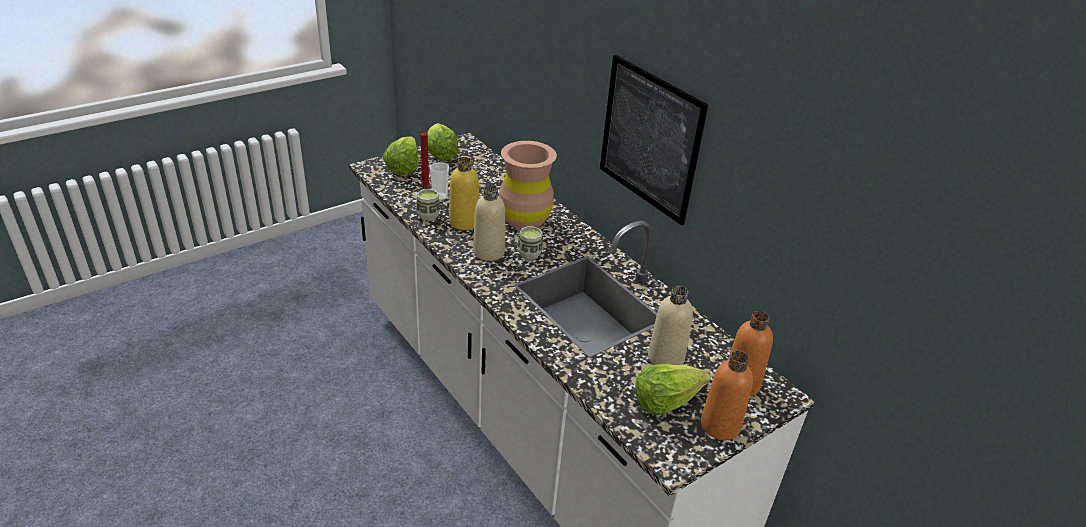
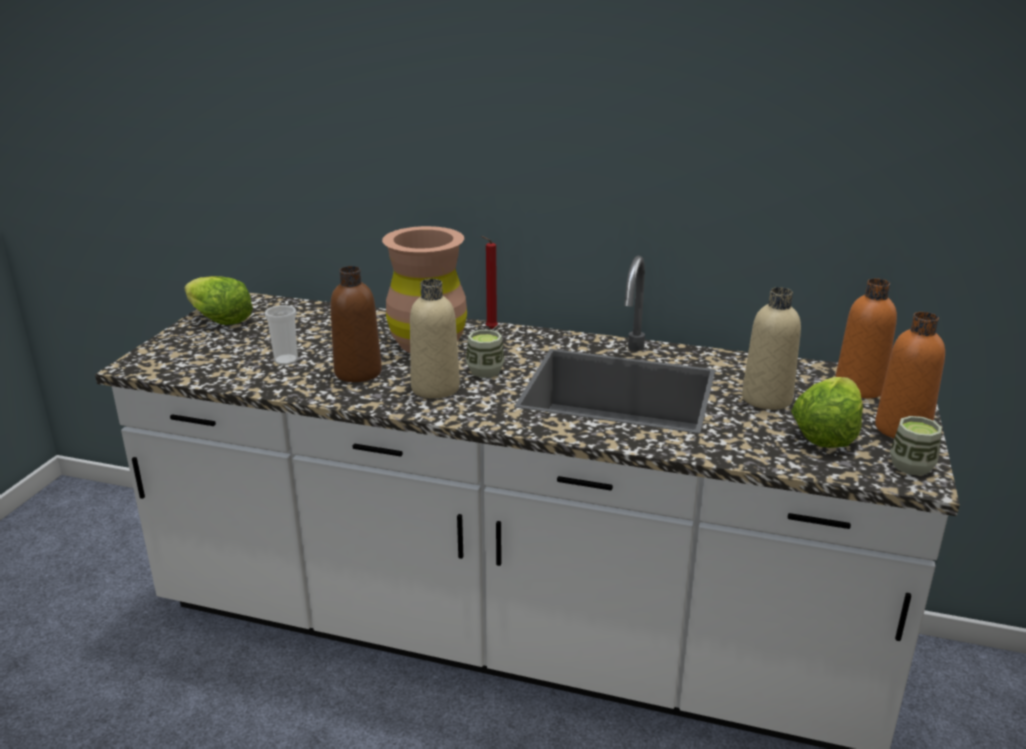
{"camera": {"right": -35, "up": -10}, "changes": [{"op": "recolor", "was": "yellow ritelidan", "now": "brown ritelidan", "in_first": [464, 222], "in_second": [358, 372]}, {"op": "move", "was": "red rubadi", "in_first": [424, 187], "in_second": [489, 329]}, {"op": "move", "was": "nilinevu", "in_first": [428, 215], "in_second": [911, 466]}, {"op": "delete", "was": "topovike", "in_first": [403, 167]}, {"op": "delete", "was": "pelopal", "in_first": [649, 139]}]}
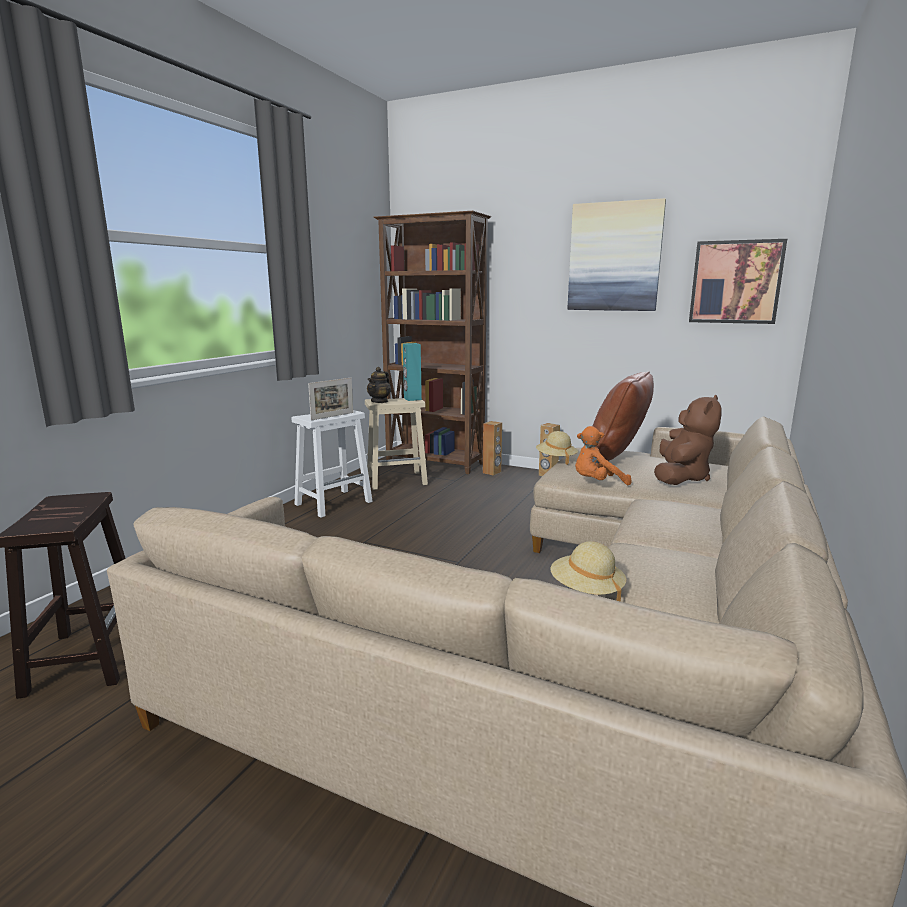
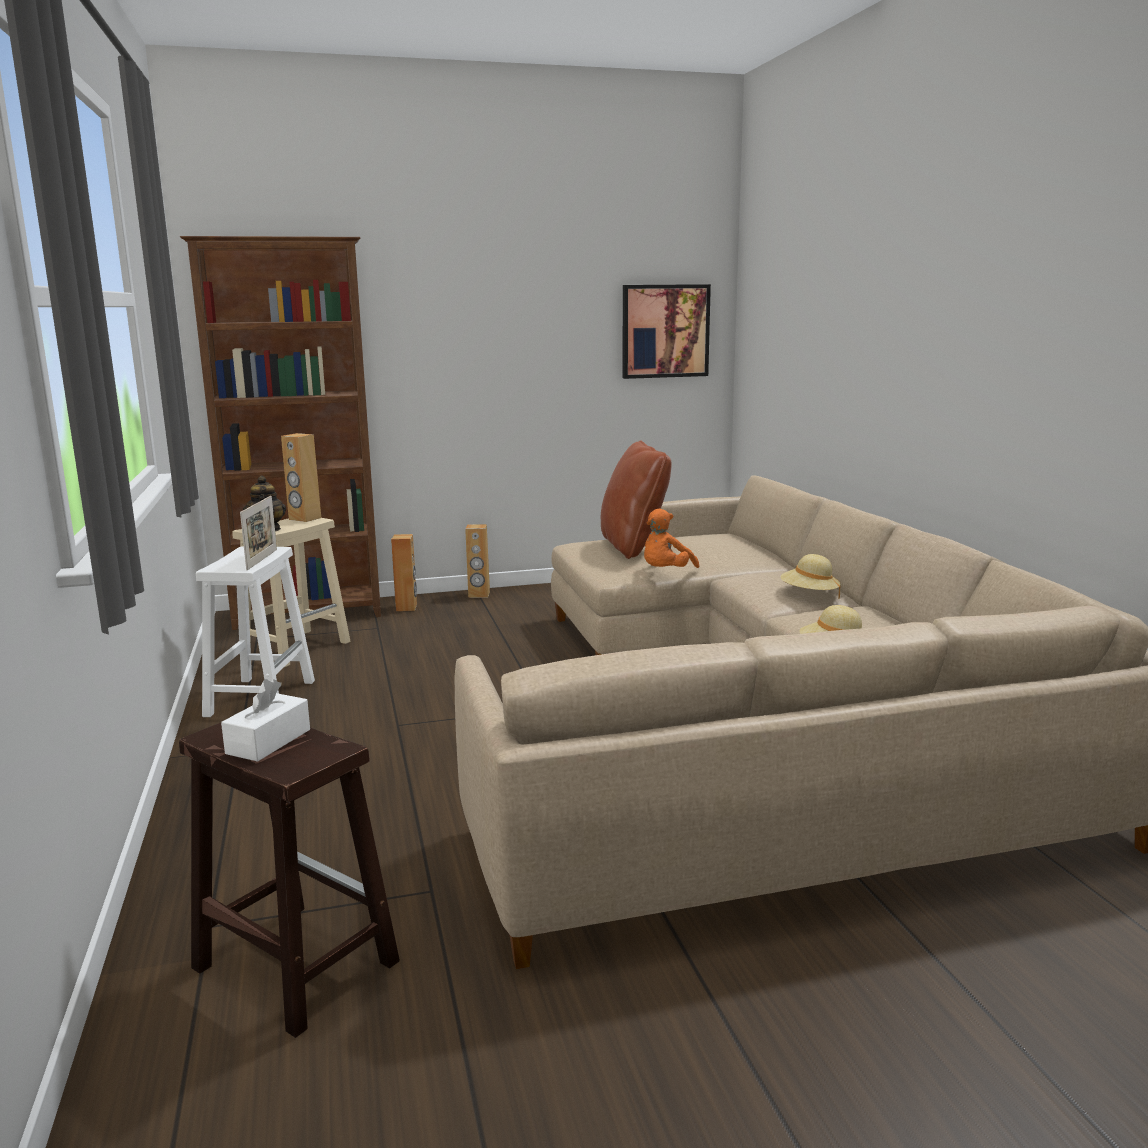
{"camera": {"right": -40, "up": 0}, "changes": [{"op": "insert", "now": "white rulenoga", "in_second": [268, 741]}, {"op": "recolor", "was": "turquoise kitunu", "now": "brown kitunu", "in_first": [412, 399], "in_second": [304, 519]}, {"op": "move", "was": "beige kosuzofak", "in_first": [556, 459], "in_second": [809, 594]}, {"op": "delete", "was": "pelopal", "in_first": [614, 257]}, {"op": "delete", "was": "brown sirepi", "in_first": [681, 478]}]}
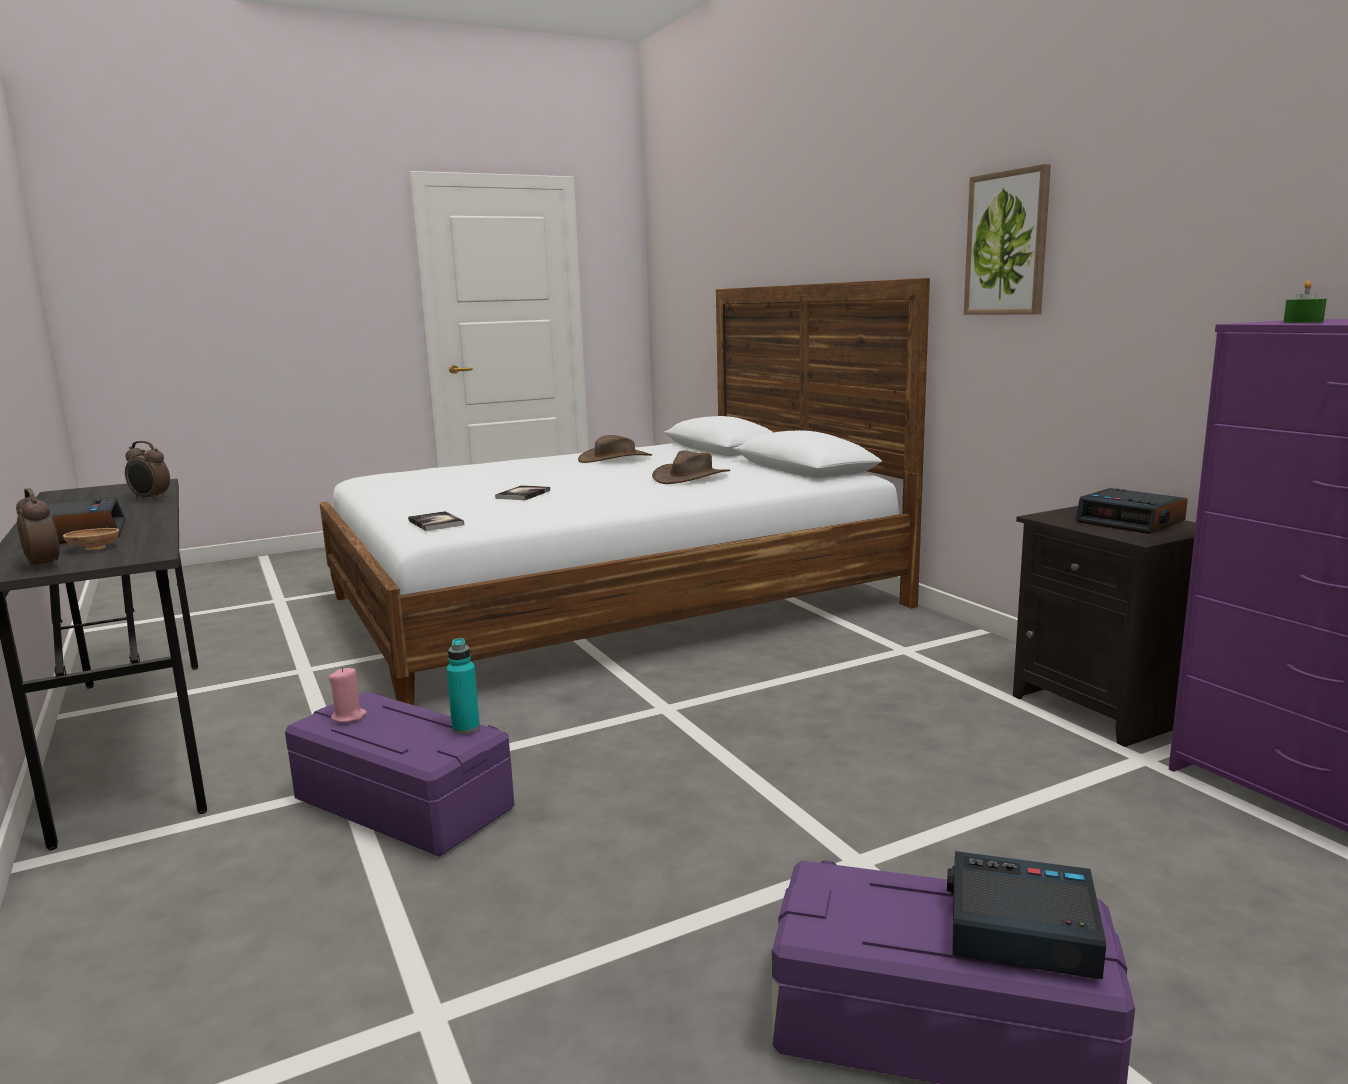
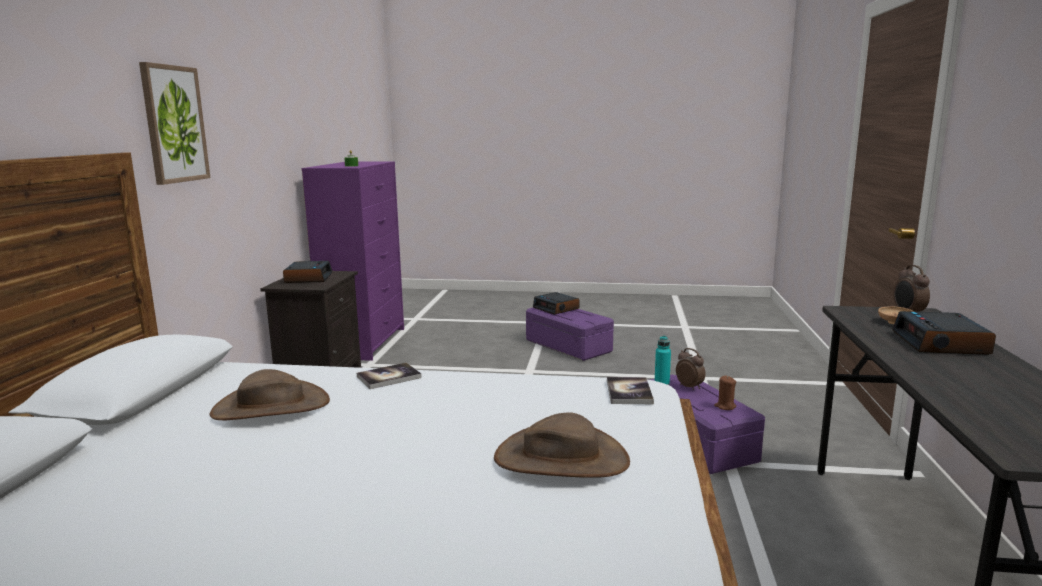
{"camera": {"right": -145, "up": 0}, "changes": [{"op": "move", "was": "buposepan", "in_first": [523, 494], "in_second": [389, 377]}, {"op": "move", "was": "brown kosuzofak", "in_first": [615, 458], "in_second": [561, 459]}, {"op": "move", "was": "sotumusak", "in_first": [150, 499], "in_second": [689, 387]}, {"op": "recolor", "was": "pink rubadi", "now": "brown rubadi", "in_first": [349, 716], "in_second": [725, 406]}]}
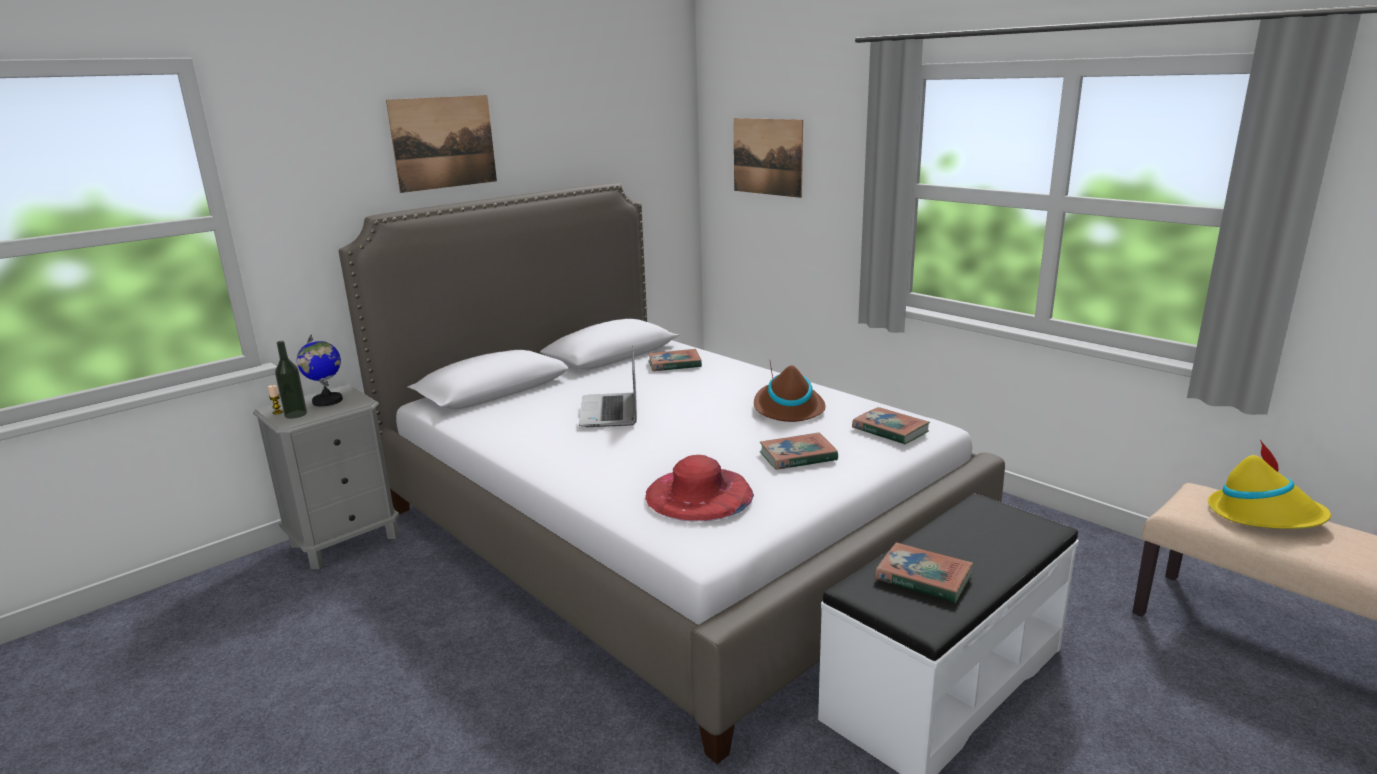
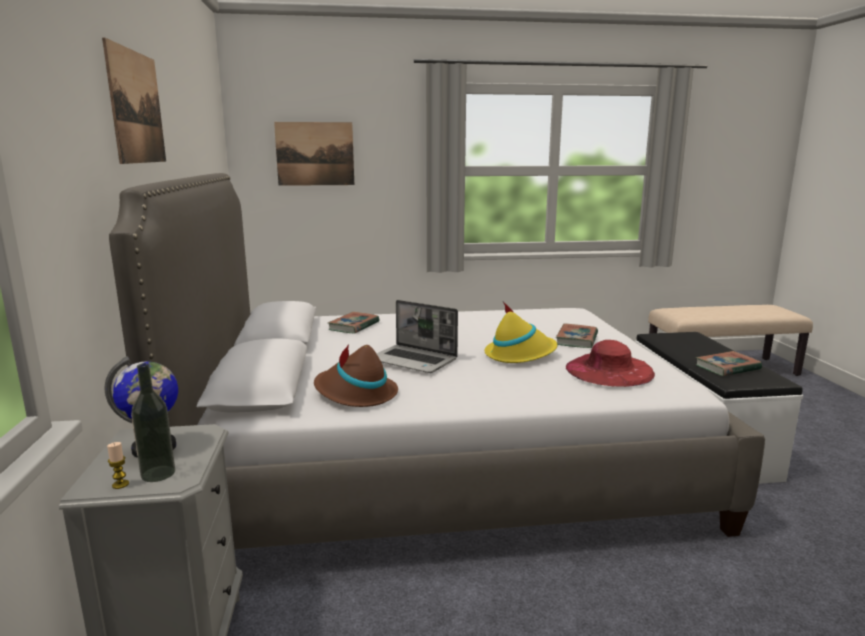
{"camera": {"right": -55, "up": -5}, "changes": [{"op": "move", "was": "brown kosuzofak", "in_first": [788, 408], "in_second": [355, 394]}, {"op": "move", "was": "yellow kosuzofak", "in_first": [1264, 515], "in_second": [520, 354]}, {"op": "delete", "was": "buposepan", "in_first": [890, 430]}]}
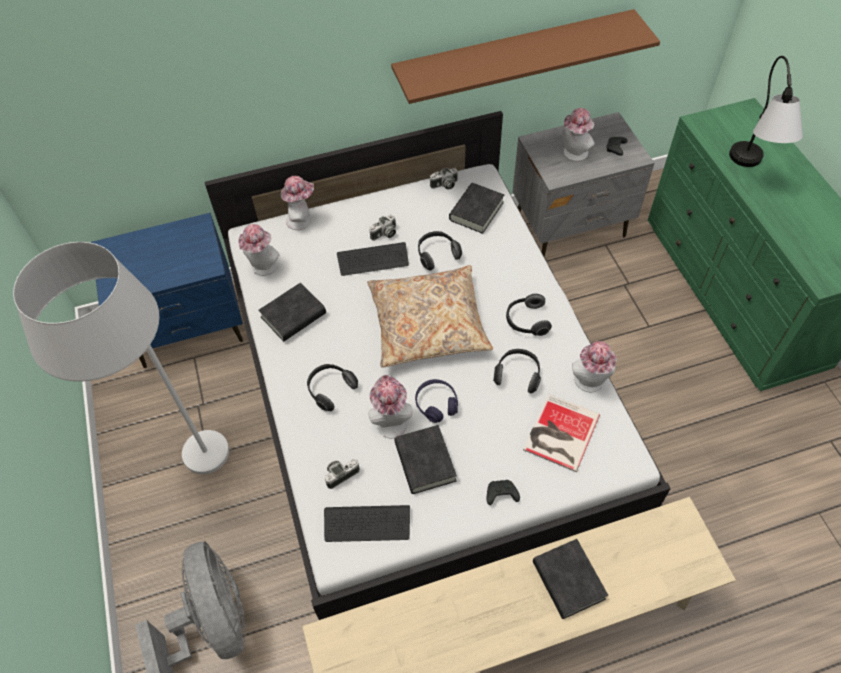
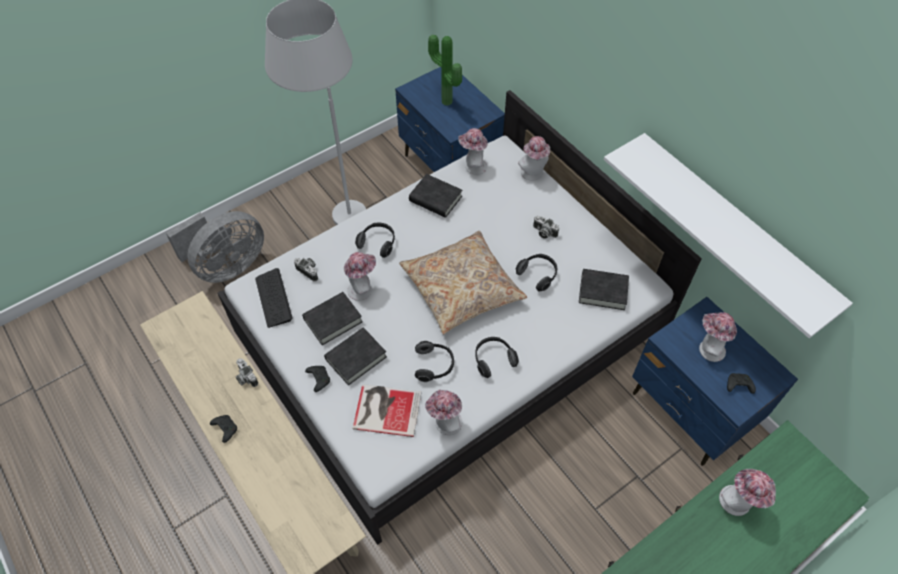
{"camera": {"right": 70, "up": 0}, "changes": [{"op": "insert", "now": "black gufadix", "in_second": [225, 429]}, {"op": "move", "was": "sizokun", "in_first": [444, 185], "in_second": [245, 377]}, {"op": "move", "was": "black buposepan", "in_first": [568, 580], "in_second": [356, 358]}, {"op": "insert", "now": "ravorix", "in_second": [445, 103]}, {"op": "recolor", "was": "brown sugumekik", "now": "white sugumekik", "in_first": [514, 56], "in_second": [732, 226]}, {"op": "recolor", "was": "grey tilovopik", "now": "blue tilovopik", "in_first": [571, 225], "in_second": [690, 411]}, {"op": "replace", "was": "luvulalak", "now": "kosuzofak", "in_first": [751, 171], "in_second": [737, 504]}, {"op": "delete", "was": "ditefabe", "in_first": [373, 260]}, {"op": "delete", "was": "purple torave", "in_first": [436, 404]}]}
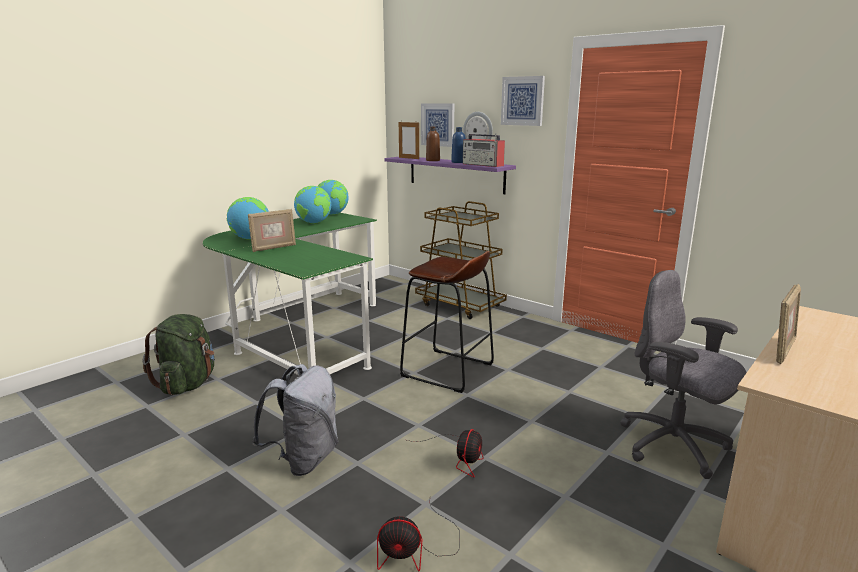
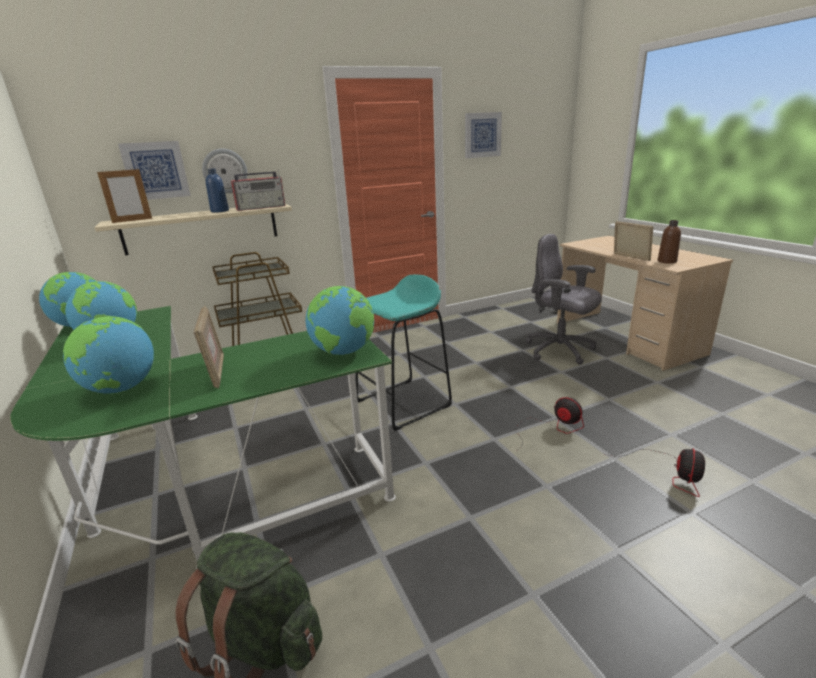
{"camera": {"right": -65, "up": 5}, "changes": [{"op": "recolor", "was": "purple sugumekik", "now": "beige sugumekik", "in_first": [455, 174], "in_second": [202, 228]}, {"op": "insert", "now": "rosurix", "in_second": [344, 352]}, {"op": "recolor", "was": "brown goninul", "now": "turquoise goninul", "in_first": [447, 370], "in_second": [403, 403]}, {"op": "move", "was": "pelopal", "in_first": [522, 101], "in_second": [482, 135]}, {"op": "rotate", "was": "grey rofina", "in_first": [674, 446], "in_second": [560, 350], "clockwise": 60}, {"op": "move", "was": "brown ritelidan", "in_first": [433, 160], "in_second": [667, 261]}, {"op": "delete", "was": "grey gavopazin", "in_first": [304, 459]}]}
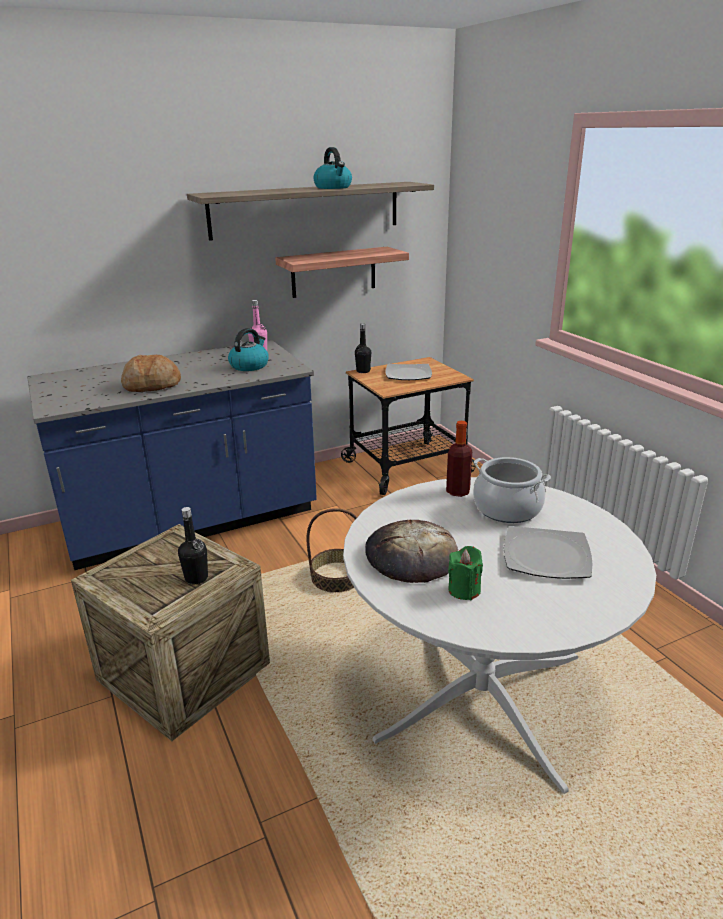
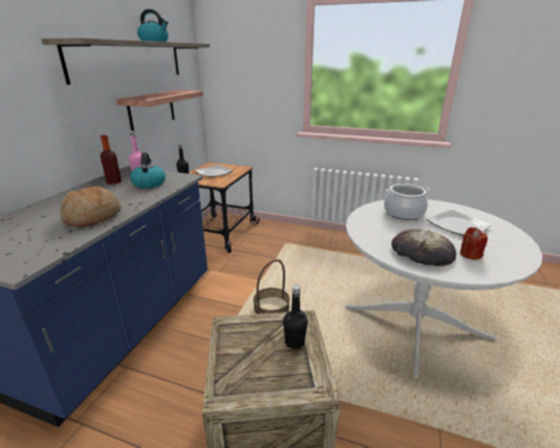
{"camera": {"right": -45, "up": 0}, "changes": [{"op": "move", "was": "ritelidan", "in_first": [457, 491], "in_second": [114, 182]}, {"op": "recolor", "was": "green rubadi", "now": "red rubadi", "in_first": [464, 590], "in_second": [470, 254]}]}
